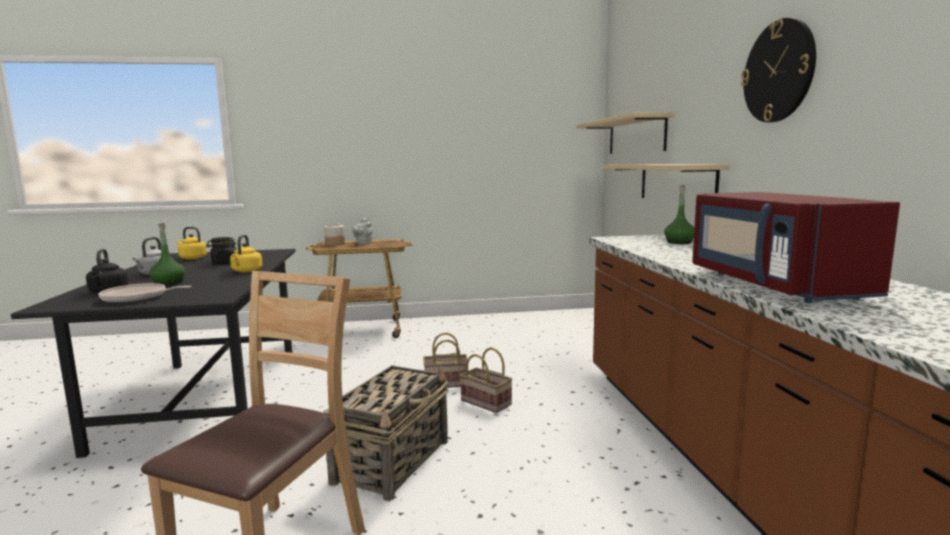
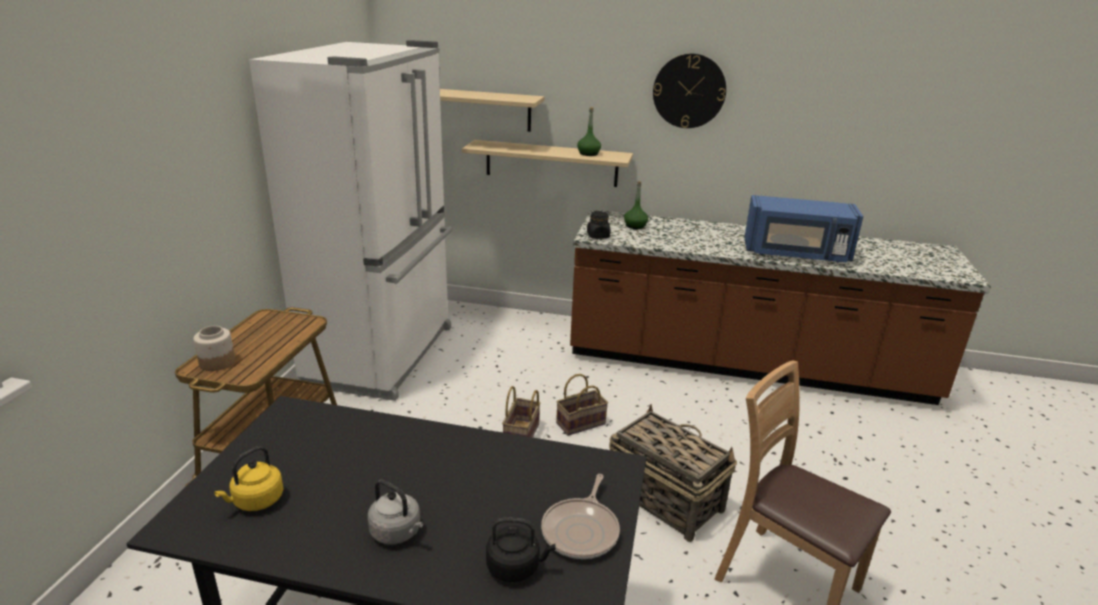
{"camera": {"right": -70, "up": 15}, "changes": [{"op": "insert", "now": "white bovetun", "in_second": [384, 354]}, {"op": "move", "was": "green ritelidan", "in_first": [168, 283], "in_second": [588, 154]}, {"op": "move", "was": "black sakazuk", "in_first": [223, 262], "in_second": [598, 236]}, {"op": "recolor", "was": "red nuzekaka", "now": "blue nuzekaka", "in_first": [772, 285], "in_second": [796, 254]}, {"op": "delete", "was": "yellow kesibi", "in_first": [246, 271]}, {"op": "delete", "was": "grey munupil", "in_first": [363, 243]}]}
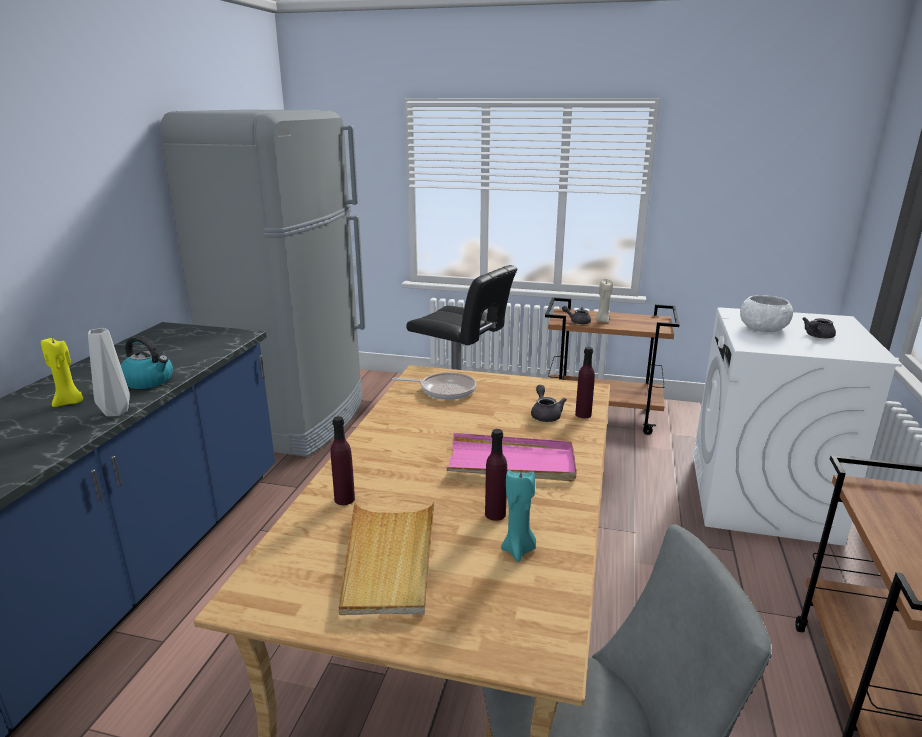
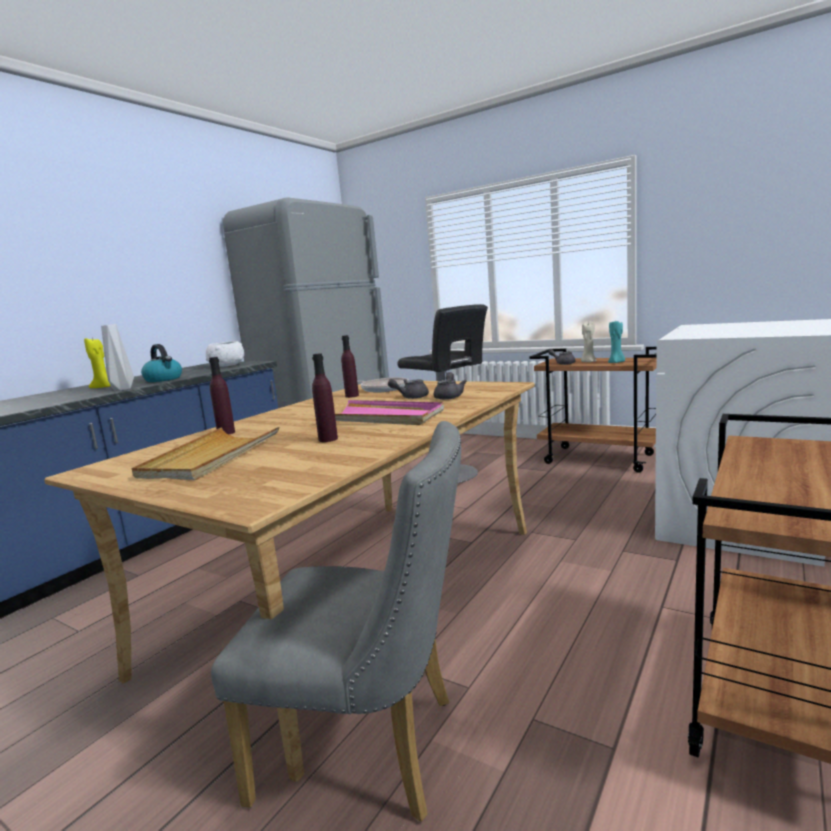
{"camera": {"right": 20, "up": -10}, "changes": [{"op": "move", "was": "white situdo", "in_first": [763, 328], "in_second": [227, 365]}, {"op": "move", "was": "purple ritelidan", "in_first": [583, 414], "in_second": [352, 396]}, {"op": "move", "was": "grey munupil", "in_first": [817, 336], "in_second": [411, 397]}, {"op": "move", "was": "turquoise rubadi", "in_first": [518, 550], "in_second": [616, 362]}]}
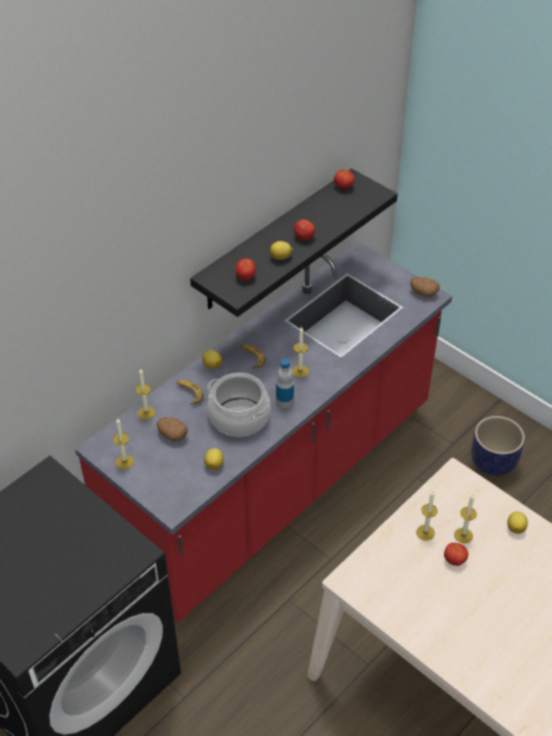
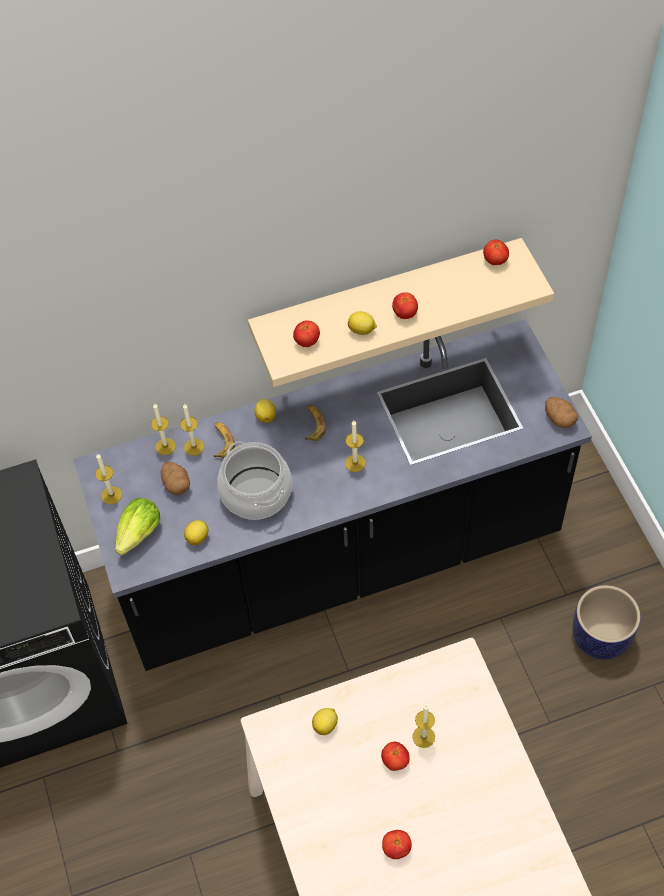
{"camera": {"right": 30, "up": 10}, "changes": [{"op": "recolor", "was": "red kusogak", "now": "black kusogak", "in_first": [276, 486], "in_second": [338, 560]}, {"op": "insert", "now": "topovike", "in_second": [137, 537]}, {"op": "move", "was": "rubadi", "in_first": [425, 532], "in_second": [194, 447]}, {"op": "recolor", "was": "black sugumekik", "now": "beige sugumekik", "in_first": [274, 240], "in_second": [386, 299]}, {"op": "move", "was": "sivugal", "in_first": [516, 527], "in_second": [326, 725]}, {"op": "insert", "now": "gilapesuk", "in_second": [396, 848]}, {"op": "delete", "was": "ritelidan", "in_first": [284, 401]}]}
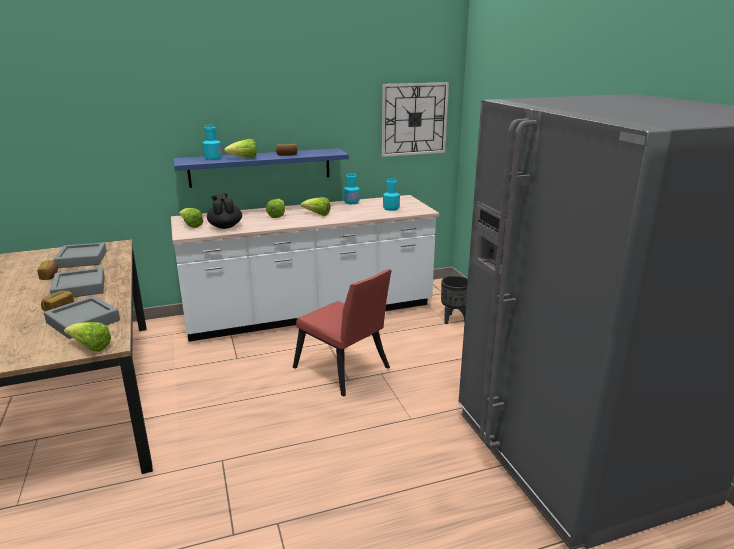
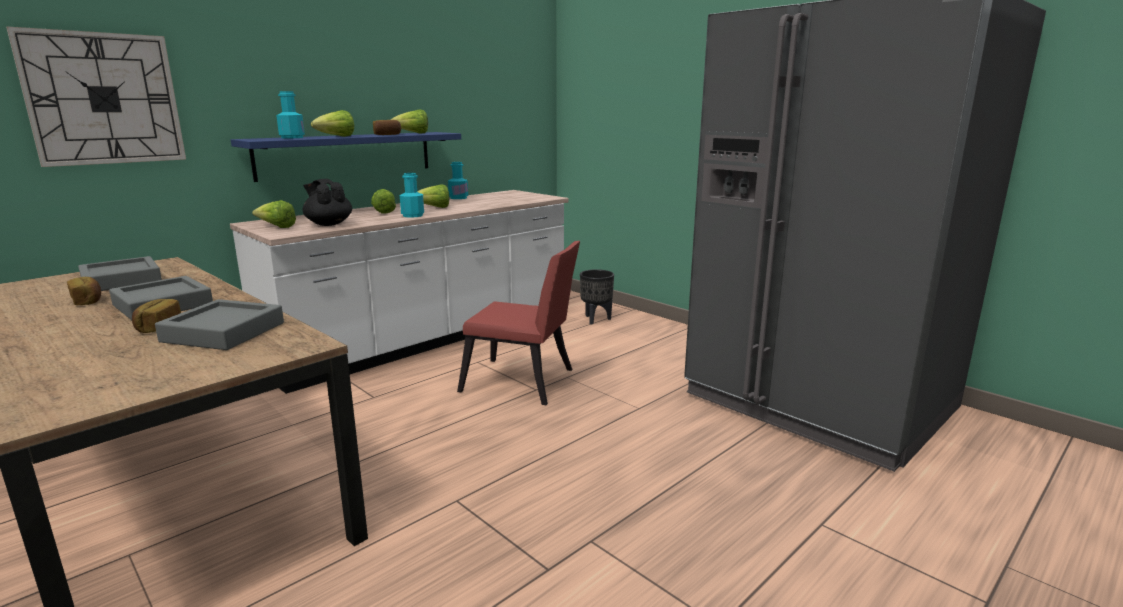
{"camera": {"right": -25, "up": -5}, "changes": [{"op": "move", "was": "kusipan", "in_first": [414, 119], "in_second": [104, 99]}, {"op": "move", "was": "topovike", "in_first": [90, 347], "in_second": [413, 133]}, {"op": "move", "was": "turquoise ritelidan", "in_first": [391, 208], "in_second": [412, 215]}]}
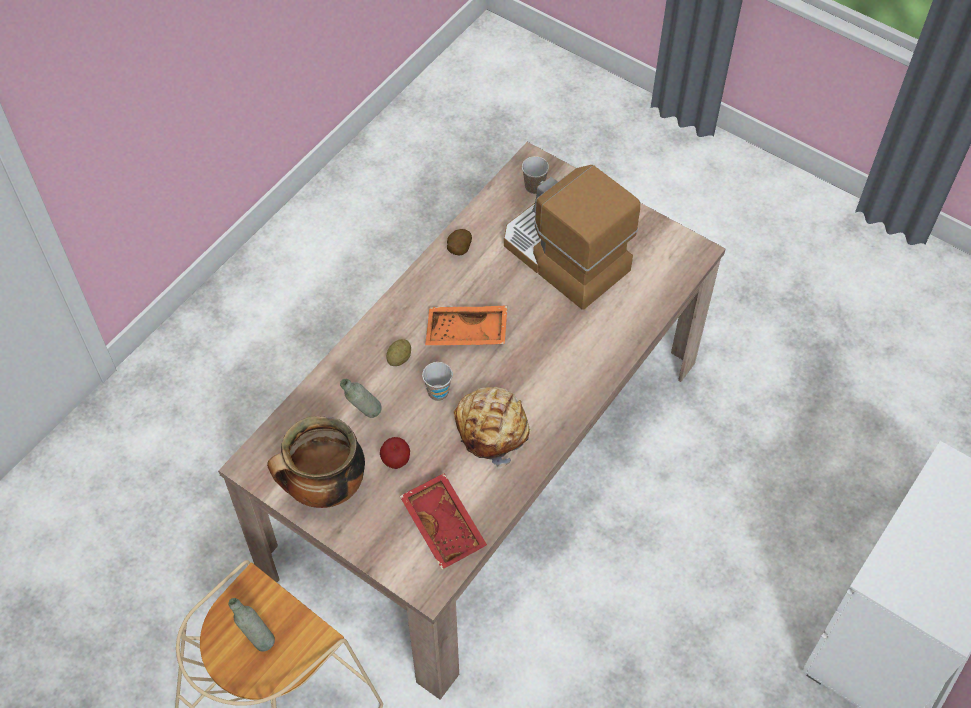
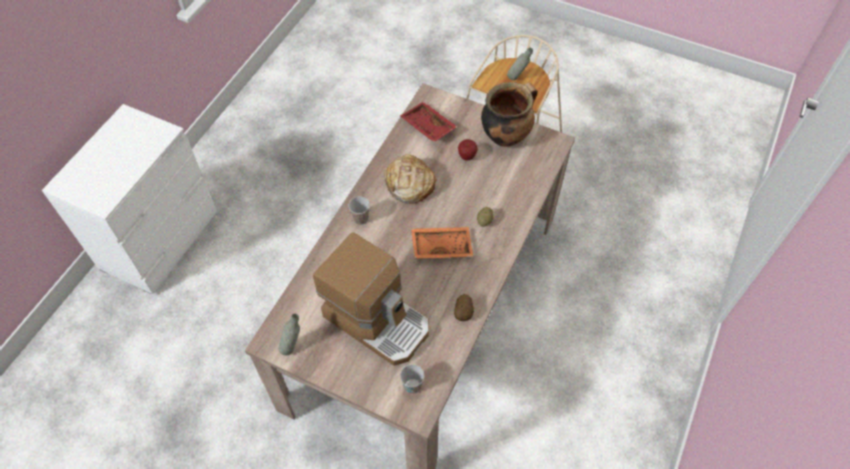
{"camera": {"right": 170, "up": 0}, "changes": [{"op": "move", "was": "grey ritelidan", "in_first": [364, 414], "in_second": [293, 346]}, {"op": "move", "was": "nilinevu", "in_first": [438, 392], "in_second": [360, 219]}]}
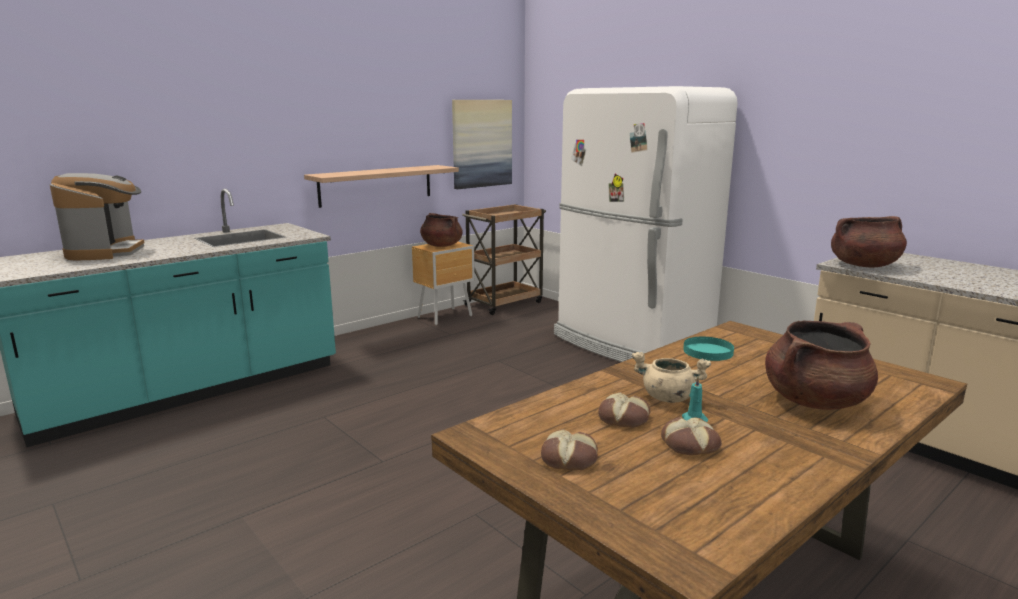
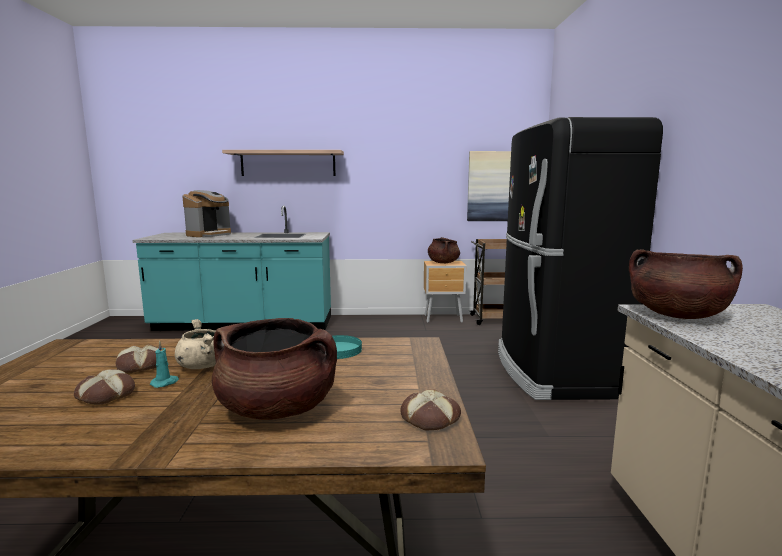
{"camera": {"right": 40, "up": -5}, "changes": [{"op": "move", "was": "sugumekik", "in_first": [376, 185], "in_second": [288, 163]}, {"op": "move", "was": "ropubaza", "in_first": [570, 458], "in_second": [431, 418]}, {"op": "recolor", "was": "white bovetun", "now": "black bovetun", "in_first": [630, 343], "in_second": [554, 372]}]}
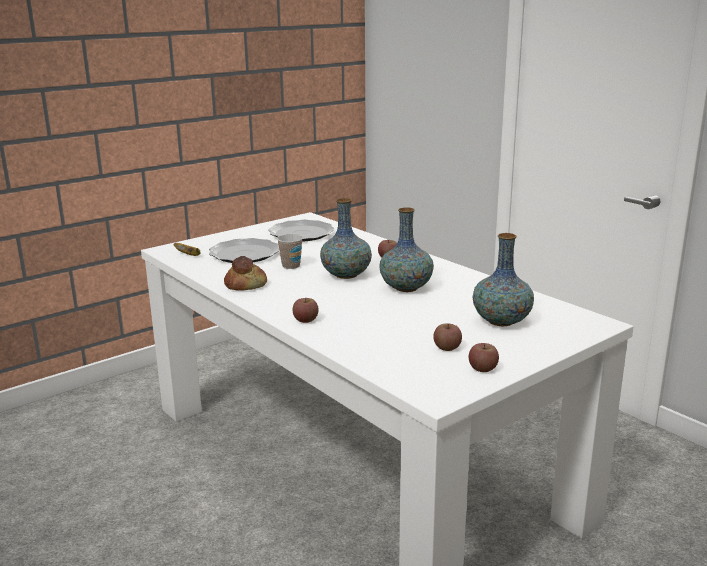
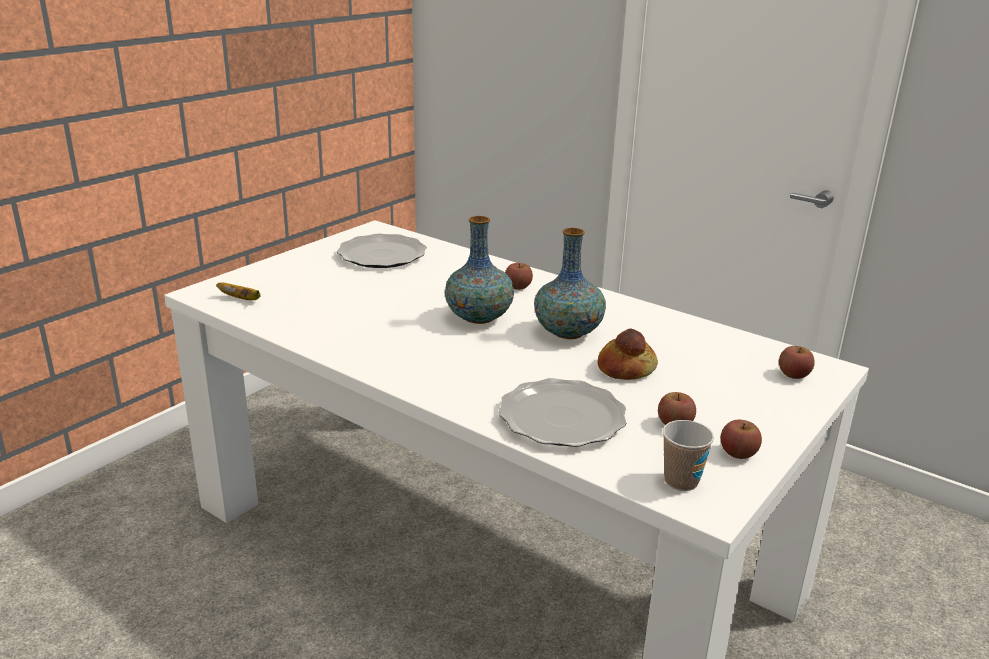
{"camera": {"right": -15, "up": 5}, "changes": [{"op": "move", "was": "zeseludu", "in_first": [245, 254], "in_second": [561, 417]}, {"op": "move", "was": "ropubaza", "in_first": [245, 285], "in_second": [625, 368]}, {"op": "move", "was": "nilinevu", "in_first": [291, 266], "in_second": [681, 481]}, {"op": "move", "was": "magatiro", "in_first": [305, 320], "in_second": [793, 374]}, {"op": "delete", "was": "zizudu", "in_first": [501, 321]}]}
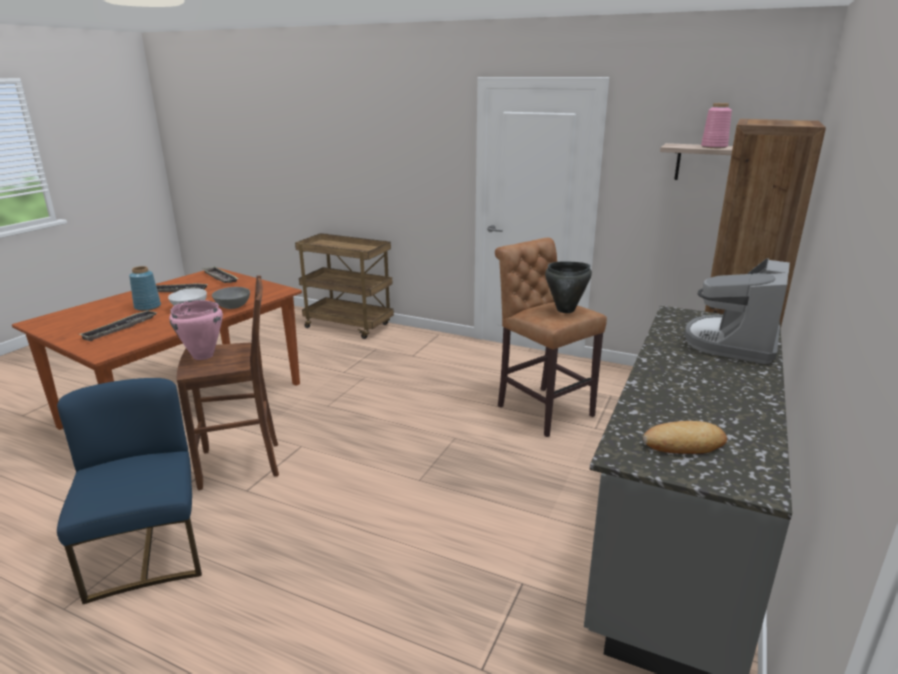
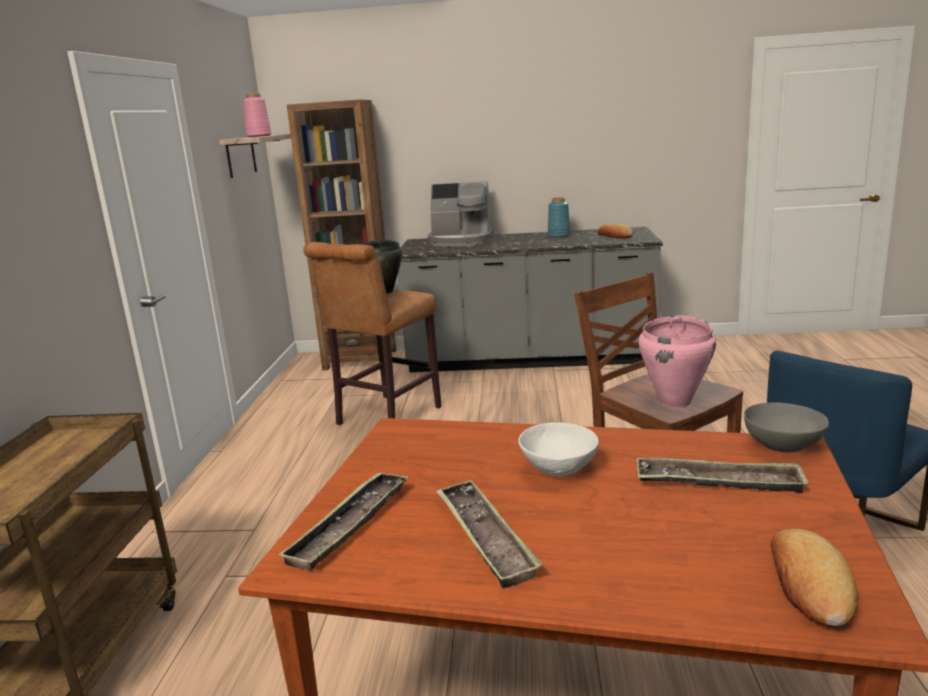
{"camera": {"right": -110, "up": -5}, "changes": [{"op": "move", "was": "blue zizudu", "in_first": [147, 307], "in_second": [559, 236]}, {"op": "move", "was": "grey situdo", "in_first": [233, 306], "in_second": [782, 446]}, {"op": "insert", "now": "ropubaza", "in_second": [810, 584]}]}
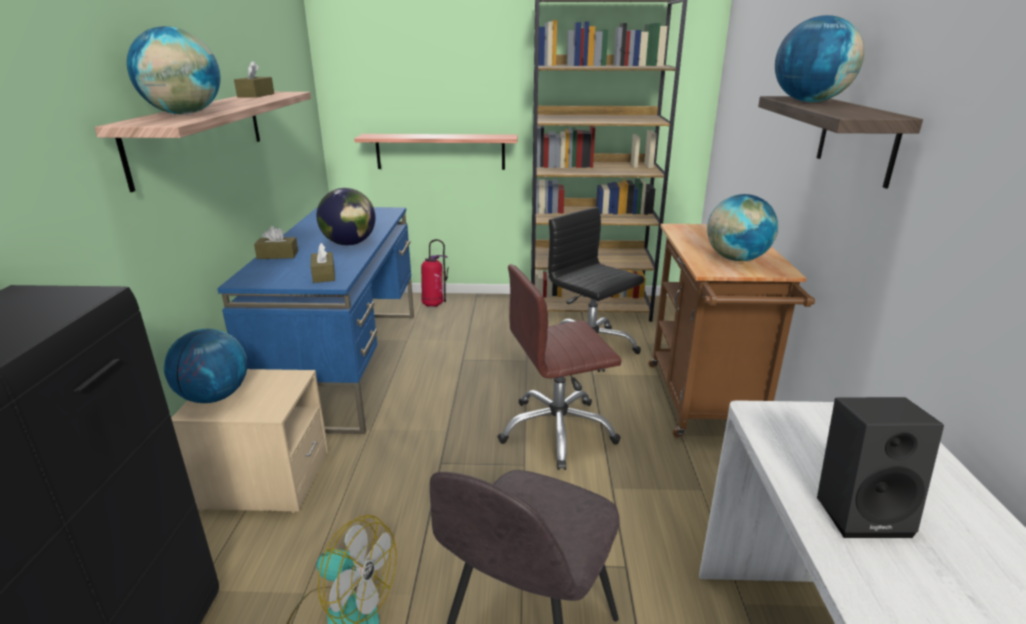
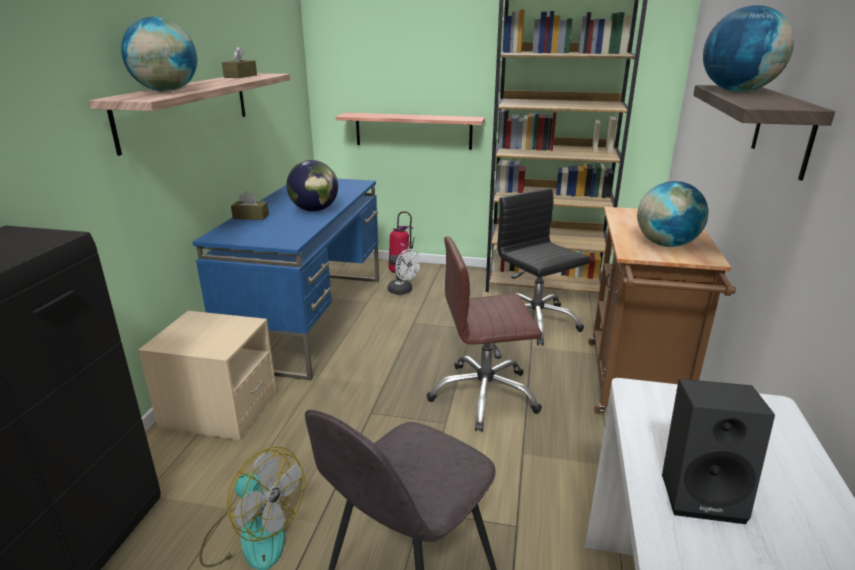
{"camera": {"right": 10, "up": 0}, "changes": [{"op": "insert", "now": "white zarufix", "in_second": [403, 291]}, {"op": "delete", "was": "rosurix", "in_first": [214, 397]}, {"op": "delete", "was": "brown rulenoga", "in_first": [324, 275]}]}
